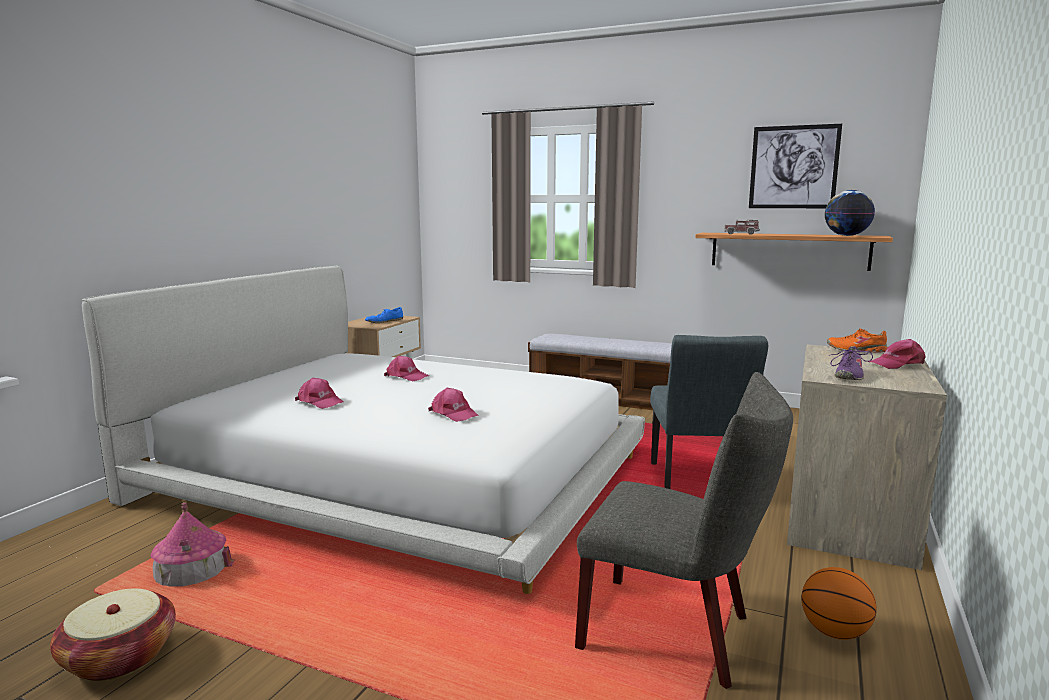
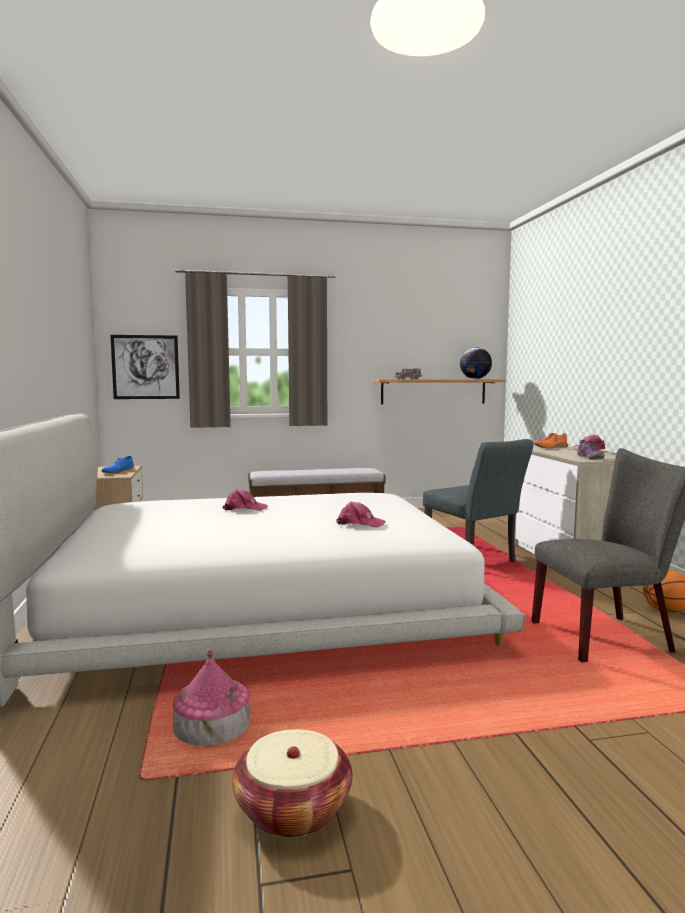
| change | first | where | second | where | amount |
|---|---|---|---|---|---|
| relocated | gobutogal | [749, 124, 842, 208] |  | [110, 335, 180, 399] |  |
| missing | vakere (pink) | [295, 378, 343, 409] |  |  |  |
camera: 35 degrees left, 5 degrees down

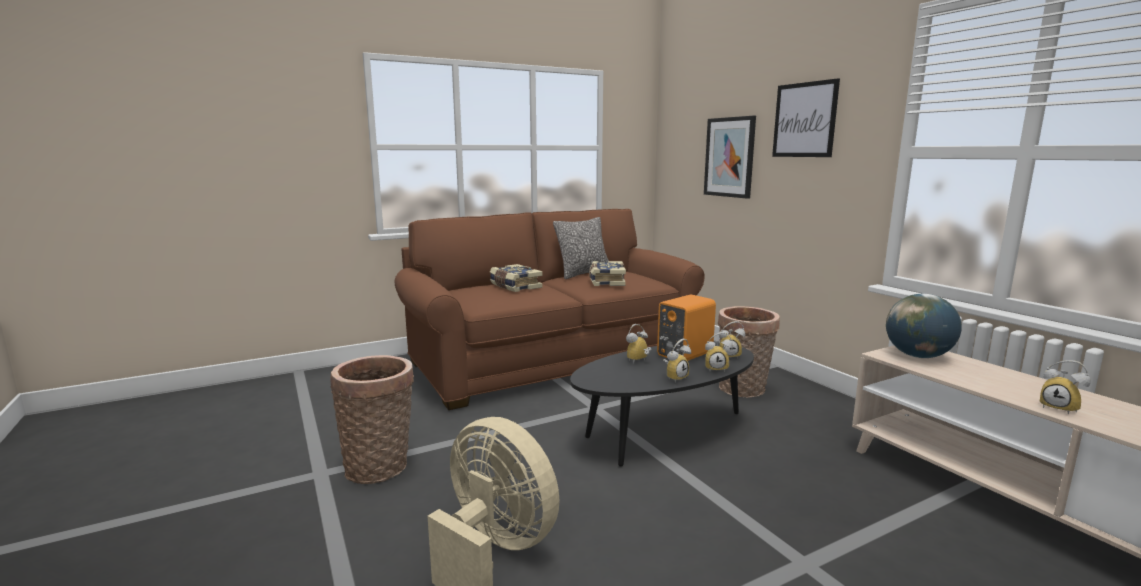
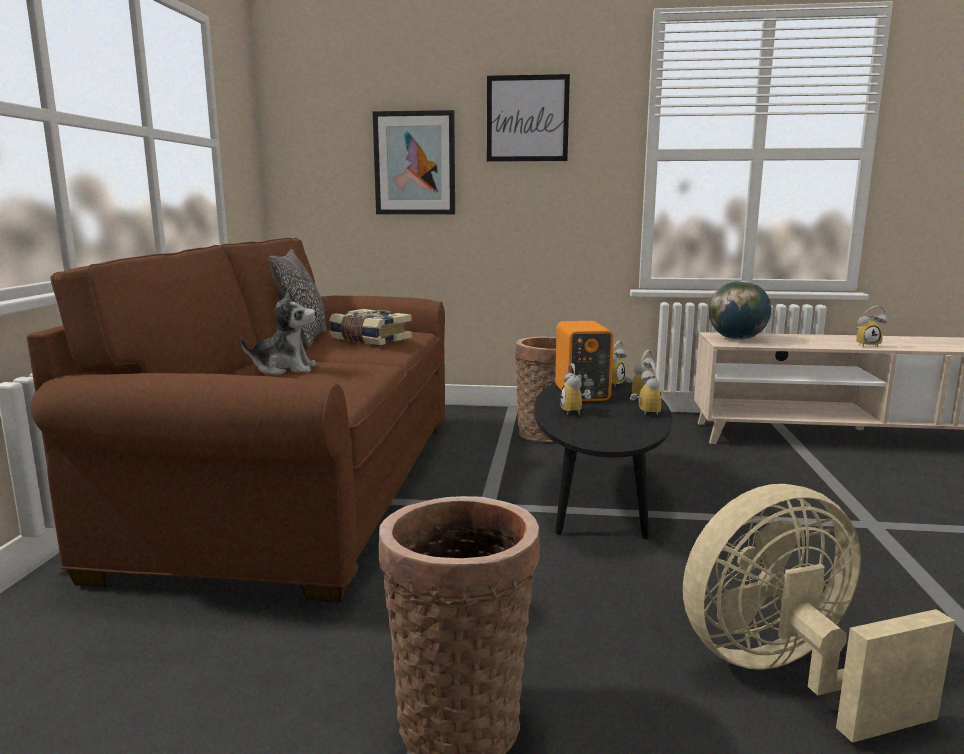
| change | first | where | second | where | amount |
|---|---|---|---|---|---|
| exchanged | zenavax | [490, 264, 543, 292] | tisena | [240, 288, 316, 375] |  |
camera: 55 degrees left, 0 degrees up

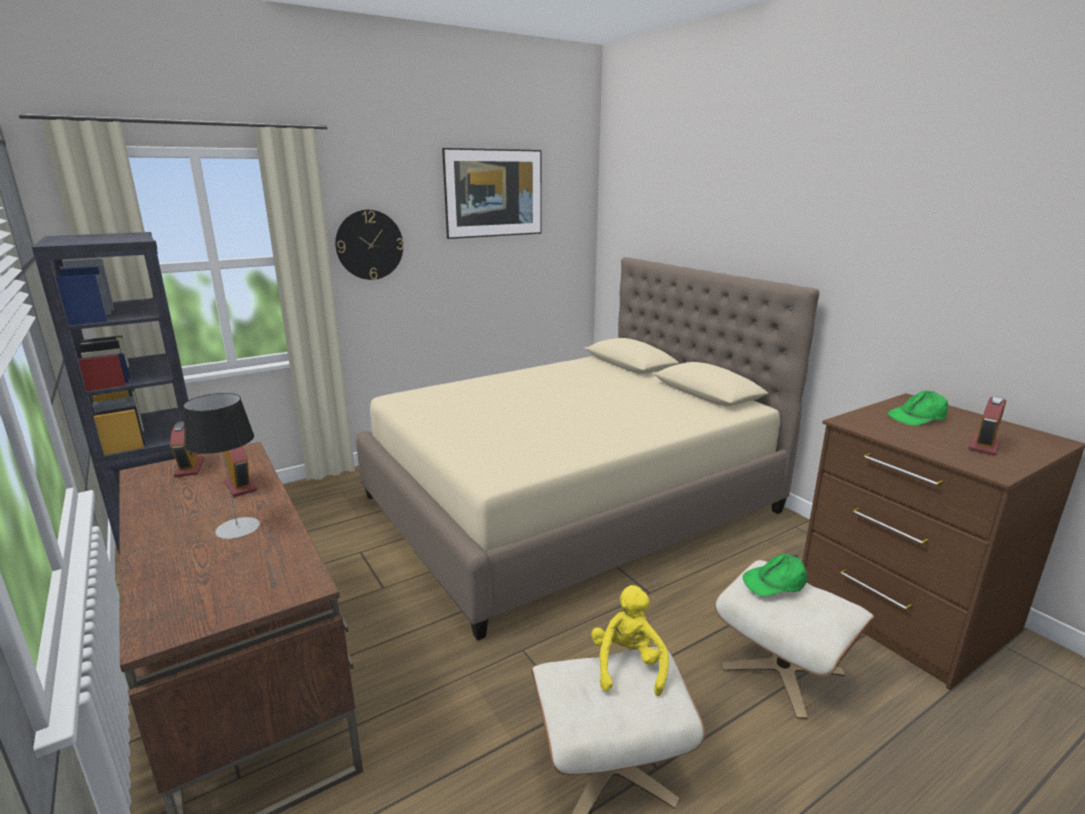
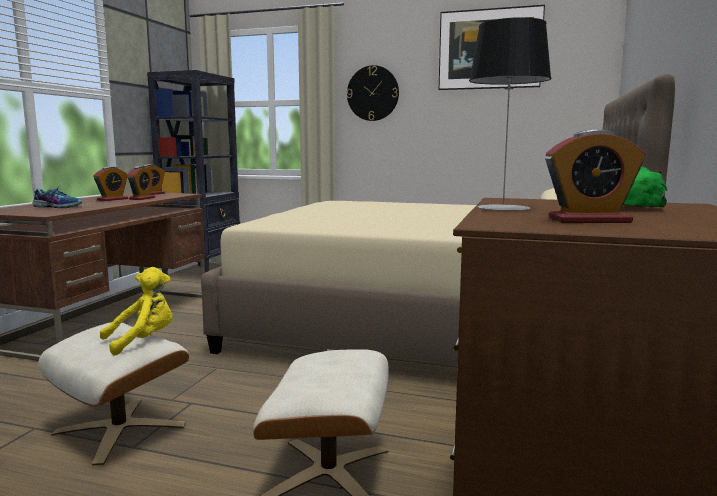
| change | first | where | second | where | amount |
|---|---|---|---|---|---|
| appeared |  |  | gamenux | [33, 186, 82, 208] |  |
| appeared |  |  | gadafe | [93, 167, 128, 201] |  |
| relocated | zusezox | [183, 393, 260, 539] |  | [469, 17, 552, 211] |  |
| missing | vakere (green) | [743, 554, 808, 597] |  |  |  |
camera: 50 degrees right, 10 degrees down

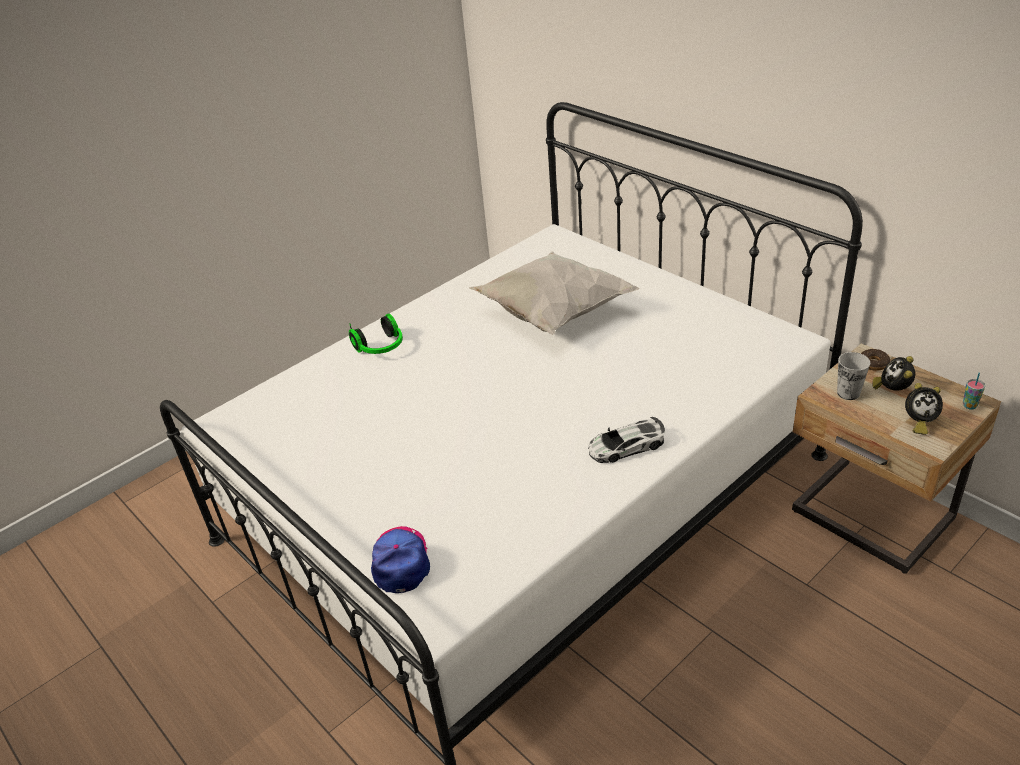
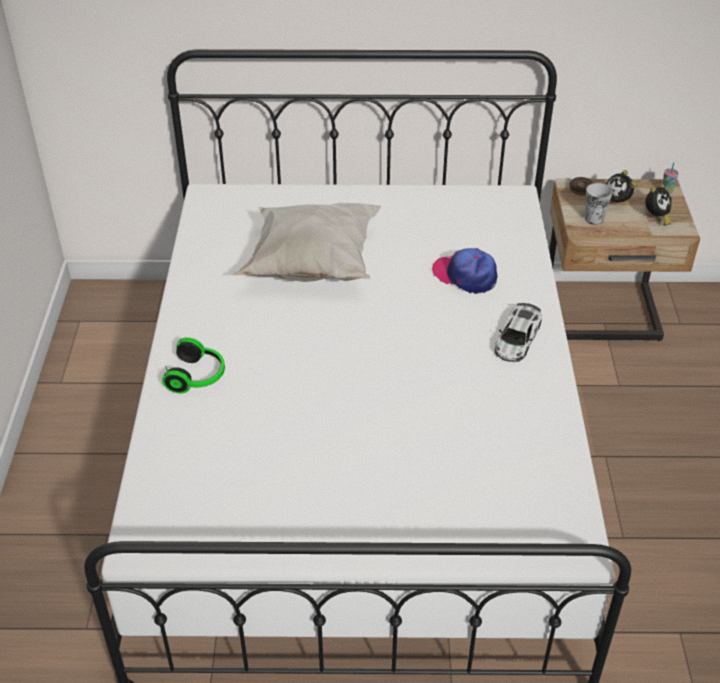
| change | first | where | second | where | amount |
|---|---|---|---|---|---|
| relocated | vakere | [371, 526, 430, 593] |  | [432, 248, 497, 294] |  |
camera: 50 degrees left, 5 degrees up

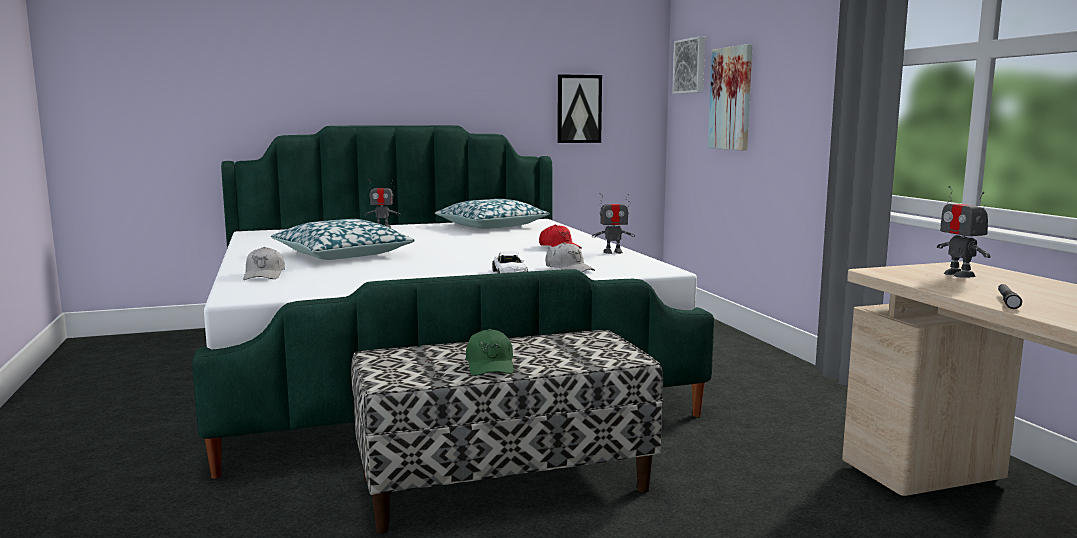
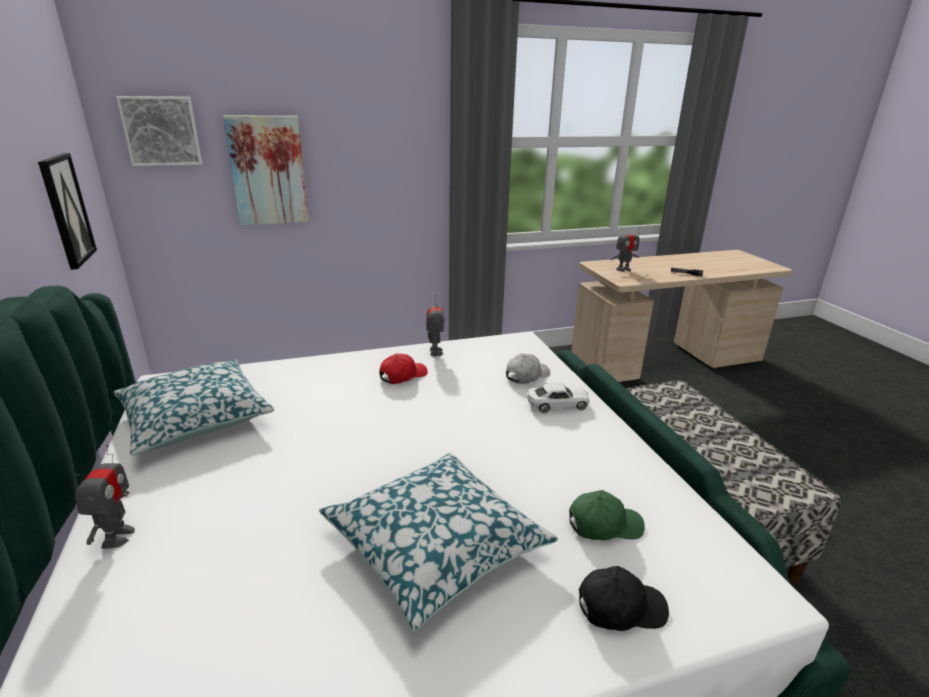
| change | first | where | second | where | amount |
|---|---|---|---|---|---|
| relocated | vakere (green) | [466, 329, 514, 376] |  | [569, 490, 645, 541] |  |
| colour | vakere (white) | [243, 247, 285, 280] | vakere (black) | [579, 566, 669, 631] |  |
camera: 90 degrees left, 15 degrees up

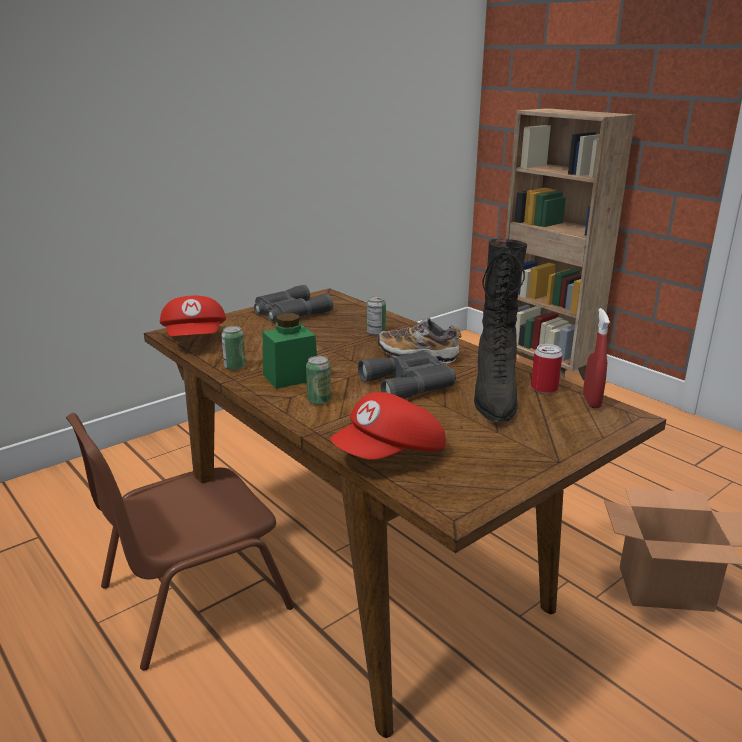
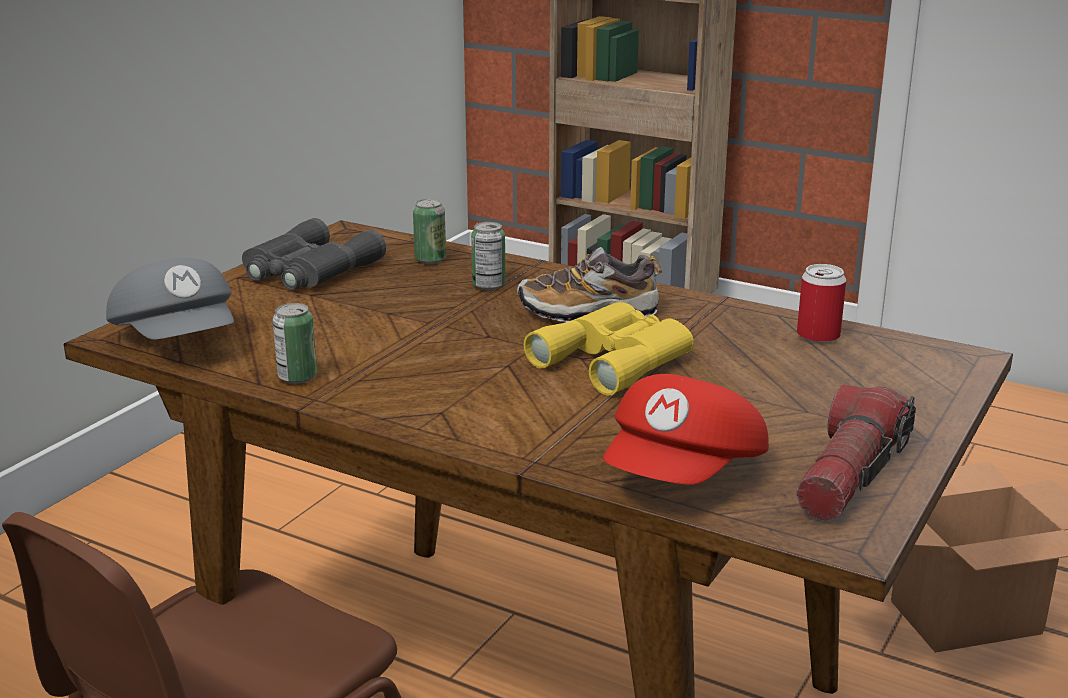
| change | first | where | second | where | amount |
|---|---|---|---|---|---|
| colour | vakere (red) | [160, 296, 226, 336] | vakere (grey) | [106, 258, 234, 340] |  |
| relocated | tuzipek | [306, 356, 331, 405] |  | [413, 199, 446, 264] |  |
| colour | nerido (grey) | [358, 351, 456, 399] | nerido (yellow) | [524, 302, 694, 396] |  |
| appeared |  |  | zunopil | [796, 384, 916, 520] |  |
| missing | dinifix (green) | [263, 313, 317, 389] |  |  |  |
| missing | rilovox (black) | [474, 239, 527, 422] |  |  |  |
| missing | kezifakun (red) | [583, 308, 610, 408] |  |  |  |
camera: 20 degrees left, 0 degrees up

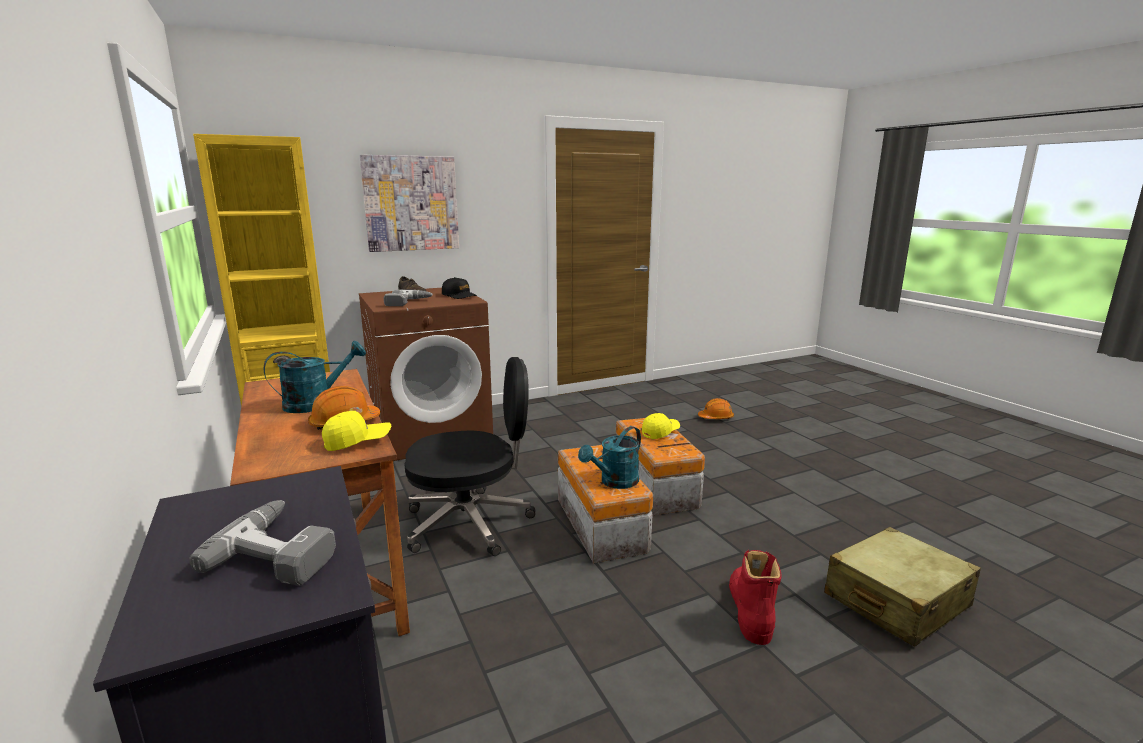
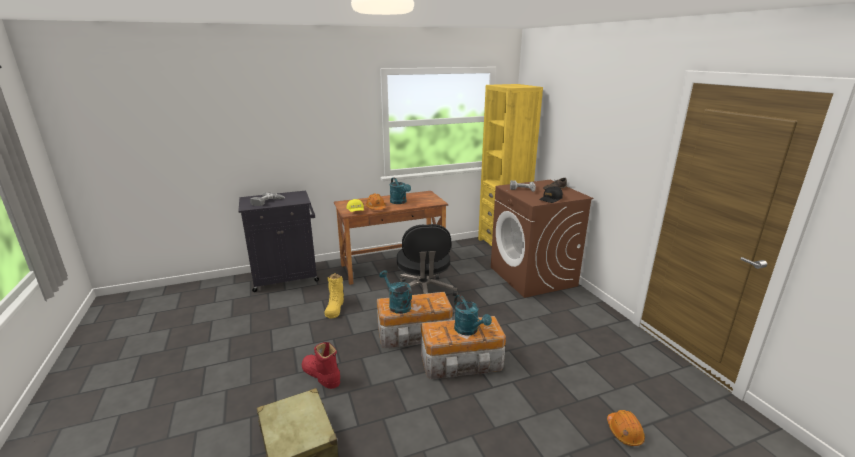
| change | first | where | second | where | amount |
|---|---|---|---|---|---|
| spun | rilovox (red) | [729, 550, 781, 645] |  | [302, 342, 340, 389] | 150 degrees counterclockwise |
| appeared |  |  | rilovox (yellow) | [324, 273, 344, 318] |  |
| exchanged | vakere (yellow) | [642, 413, 680, 439] | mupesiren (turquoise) | [454, 295, 492, 336] |  |
| missing | gobutogal | [359, 155, 459, 252] |  |  |  |
camera: 95 degrees right, 5 degrees up

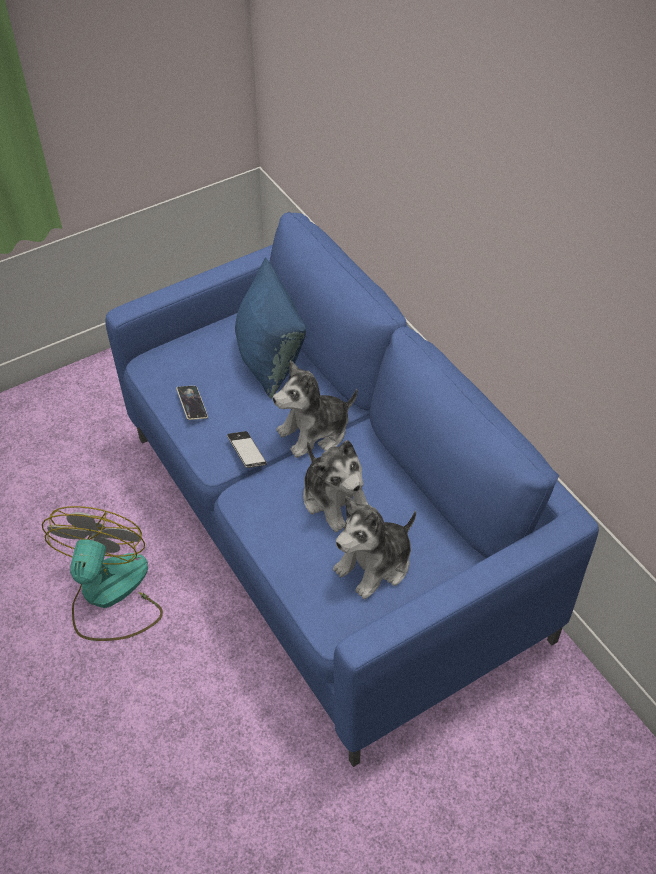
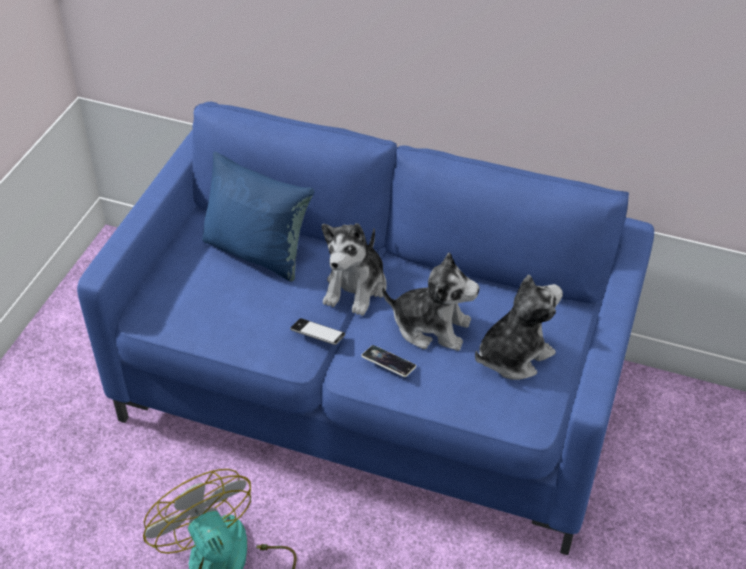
| change | first | where | second | where | amount |
|---|---|---|---|---|---|
| relocated | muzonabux | [176, 386, 208, 420] |  | [361, 345, 416, 377] |  |
| spun | tisena | [333, 496, 416, 599] |  | [475, 275, 563, 380] | 135 degrees counterclockwise |
camera: 40 degrees left, 5 degrees down

